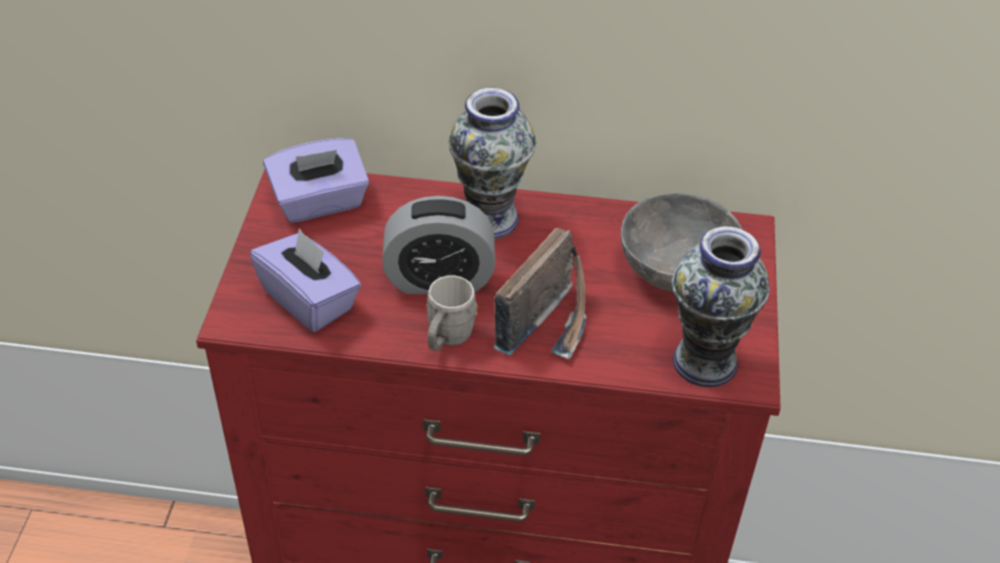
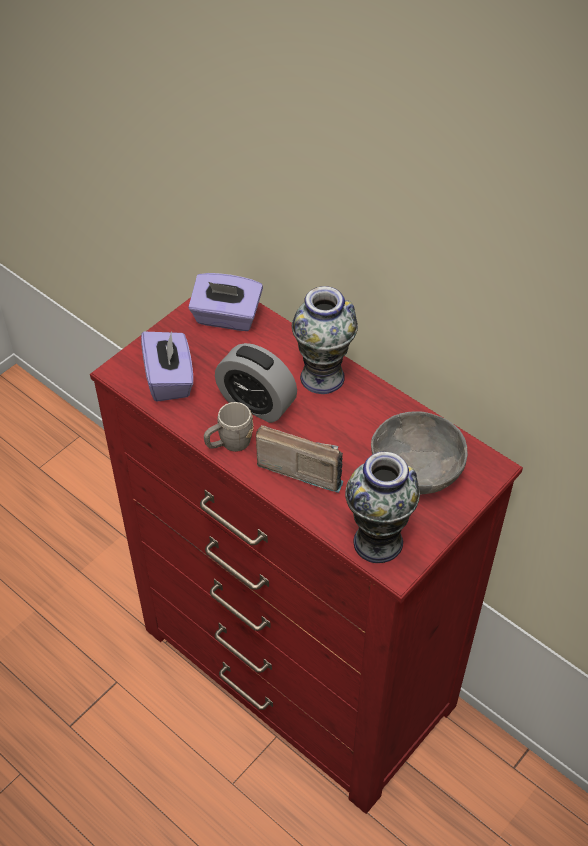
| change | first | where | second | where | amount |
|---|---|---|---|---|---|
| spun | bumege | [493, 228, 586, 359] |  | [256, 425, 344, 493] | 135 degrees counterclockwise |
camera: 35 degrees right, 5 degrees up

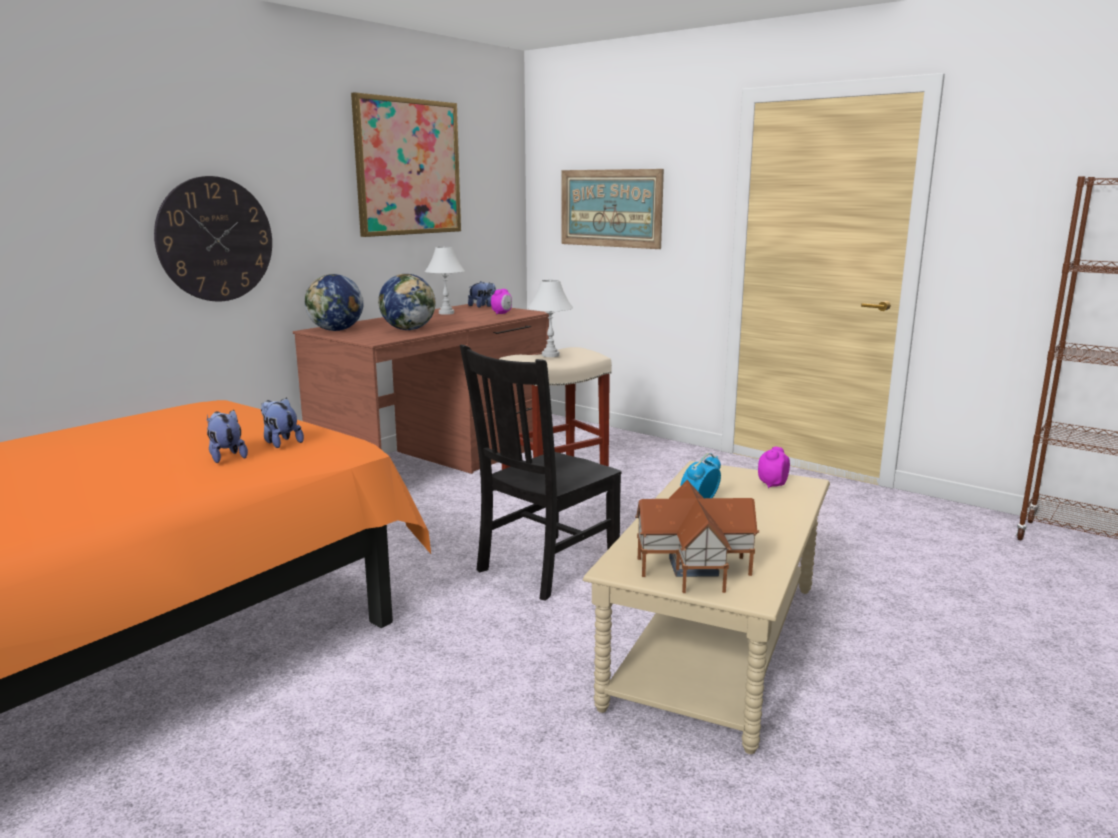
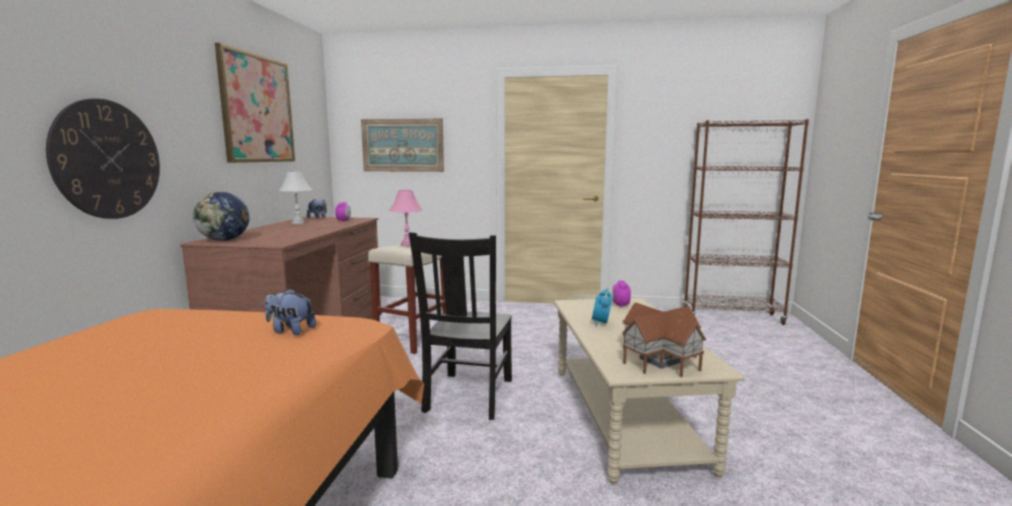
| change | first | where | second | where | amount |
|---|---|---|---|---|---|
| colour | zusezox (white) | [528, 280, 573, 357] | zusezox (pink) | [389, 190, 423, 246] |  |
| missing | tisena | [207, 410, 248, 463] |  |  |  |
| missing | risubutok | [378, 274, 436, 330] |  |  |  |
camera: 30 degrees left, 5 degrees down

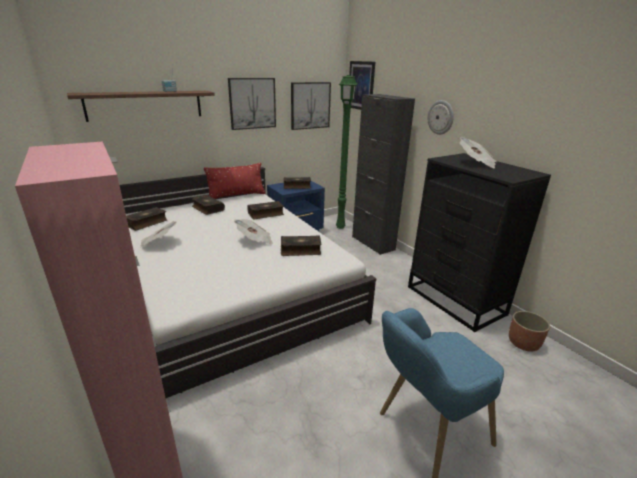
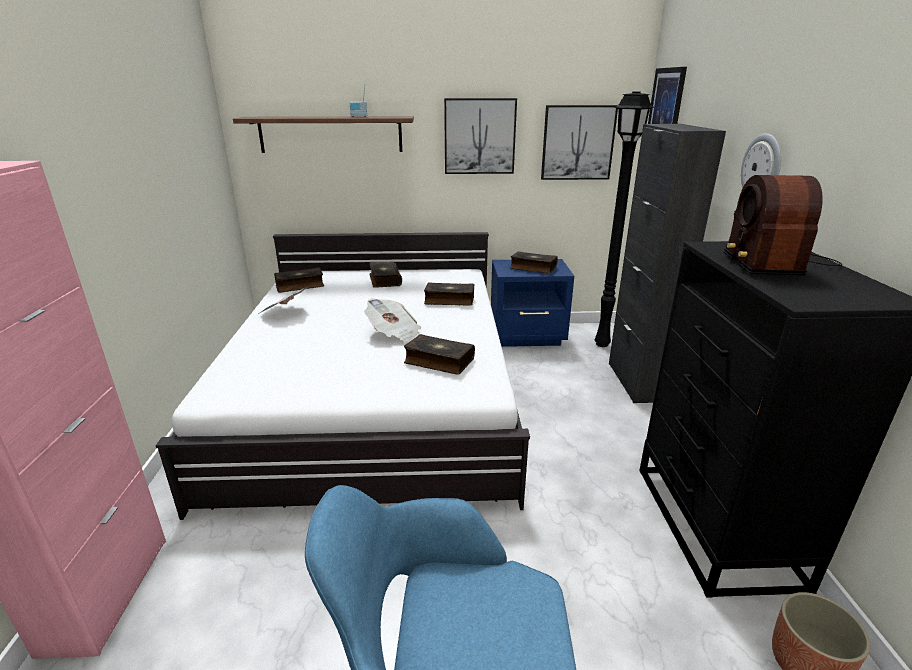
| change | first | where | second | where | amount |
|---|---|---|---|---|---|
| colour | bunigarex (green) | [336, 75, 358, 229] | bunigarex (black) | [595, 92, 654, 347] |  |
| exchanged | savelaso | [460, 137, 496, 168] | bumege | [723, 175, 842, 276] |  |
| missing | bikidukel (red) | [204, 163, 265, 199] |  |  |  |
camera: 30 degrees right, 0 degrees up

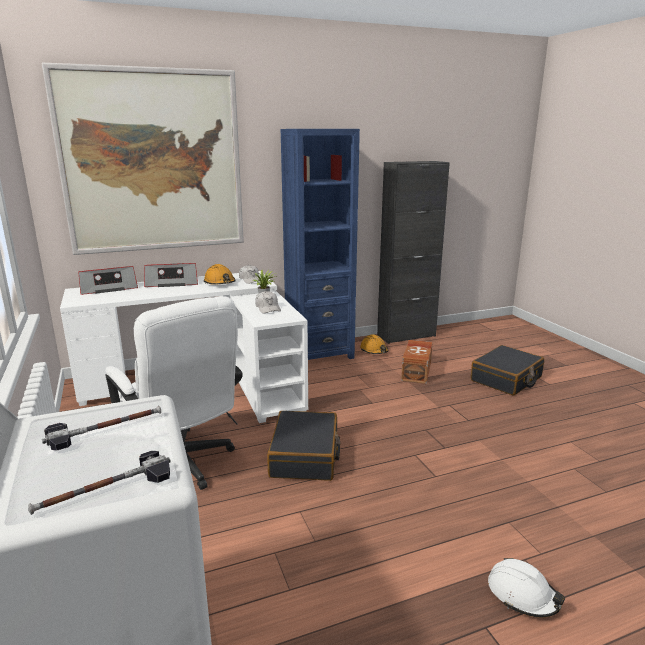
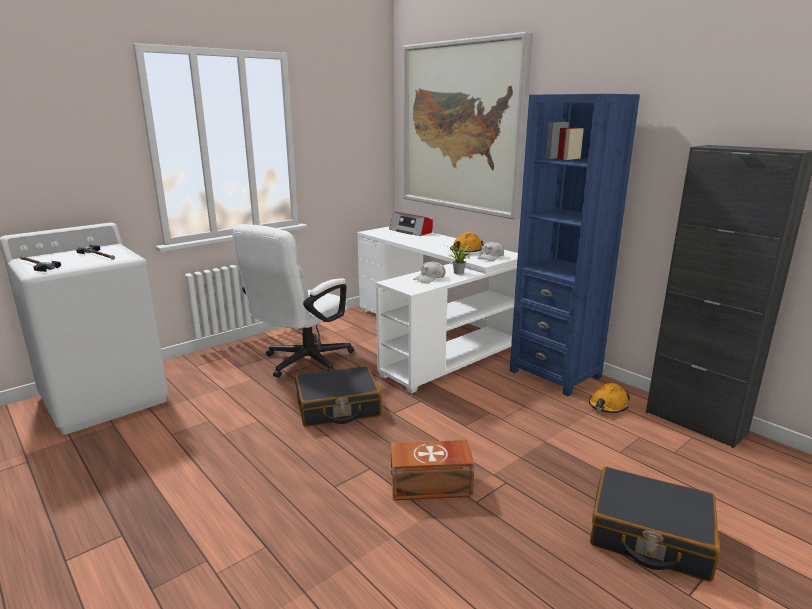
| change | first | where | second | where | amount |
|---|---|---|---|---|---|
| relocated | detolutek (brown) | [401, 340, 433, 384] |  | [391, 440, 475, 501] |  |
| missing | bumege | [144, 263, 198, 287] |  |  |  |
| missing | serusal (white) | [488, 558, 566, 617] |  |  |  |
camera: 70 degrees right, 0 degrees up

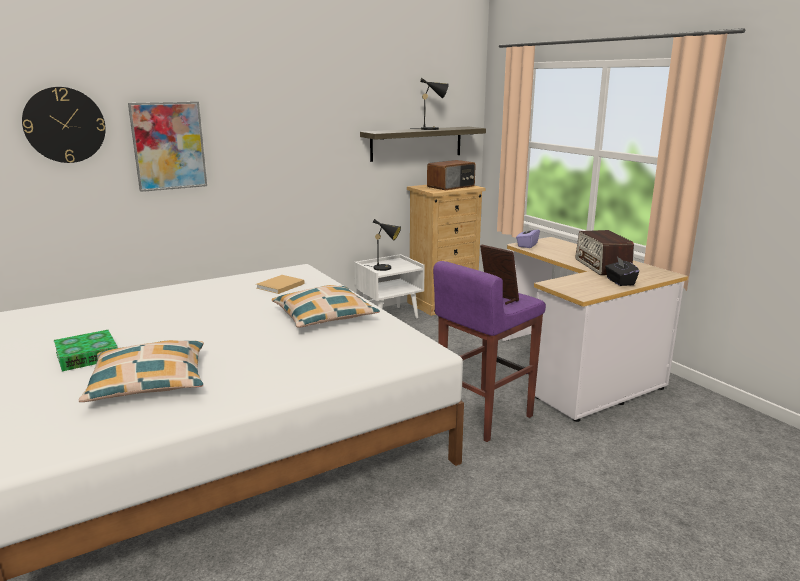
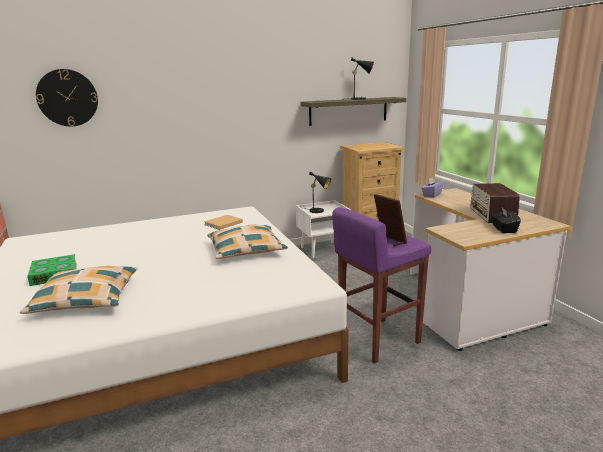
| change | first | where | second | where | amount |
|---|---|---|---|---|---|
| missing | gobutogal | [128, 102, 207, 192] |  |  |  |
| missing | bumege | [427, 160, 476, 190] |  |  |  |
camera: 10 degrees right, 0 degrees up

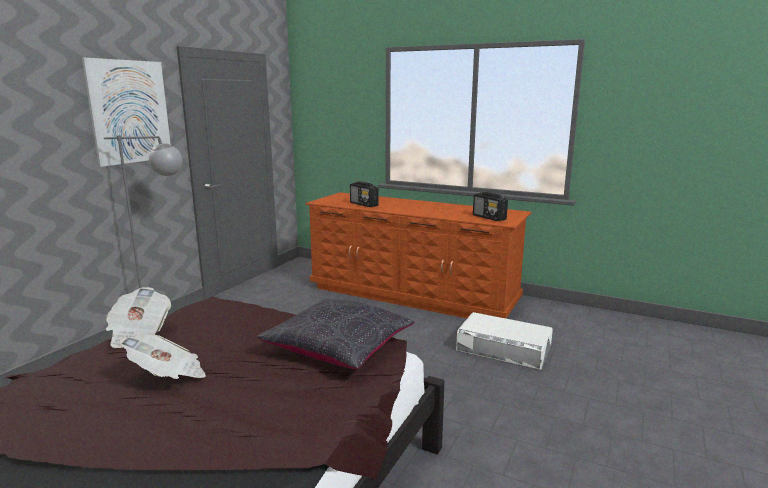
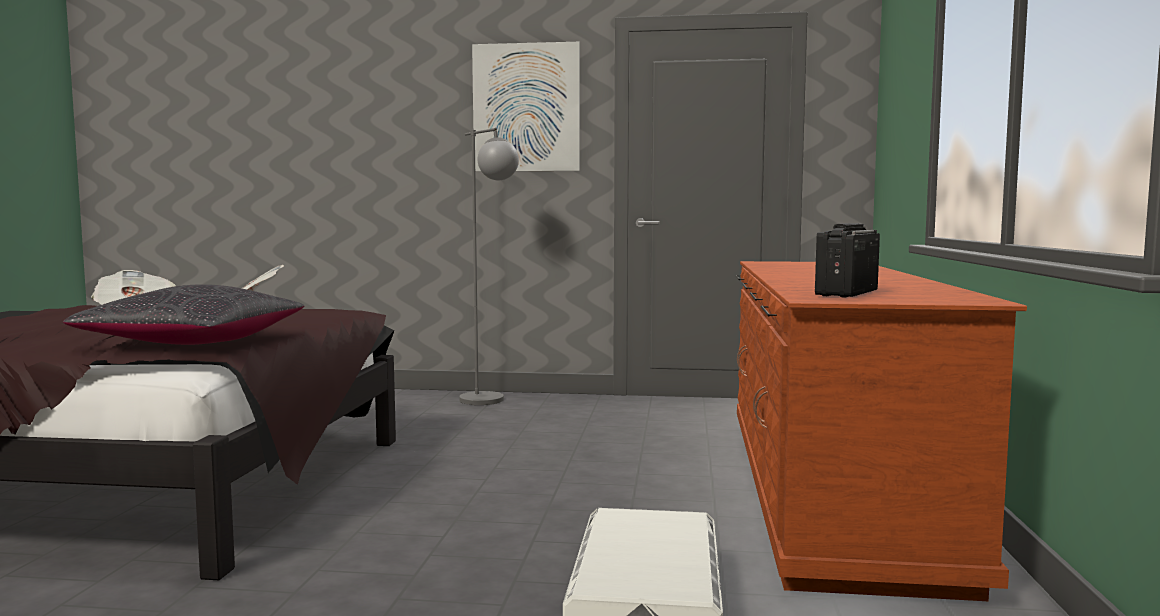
| change | first | where | second | where | amount |
|---|---|---|---|---|---|
| missing | bumege | [350, 181, 379, 207] |  |  |  |
camera: 70 degrees right, 10 degrees down

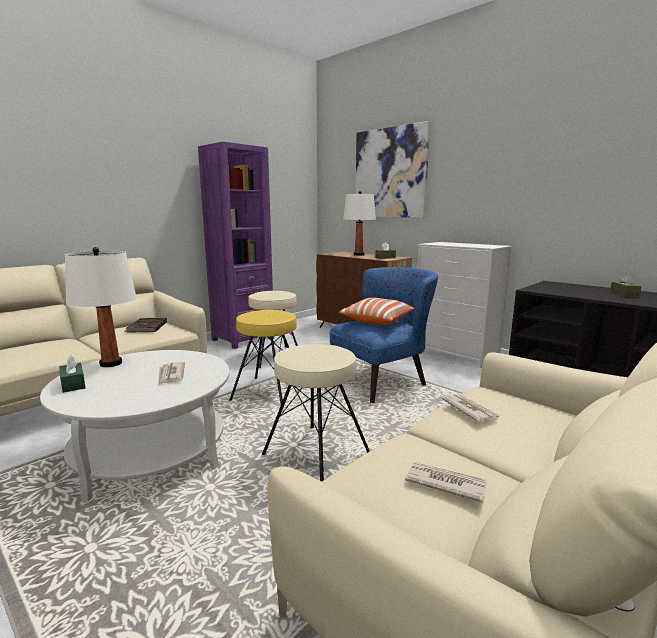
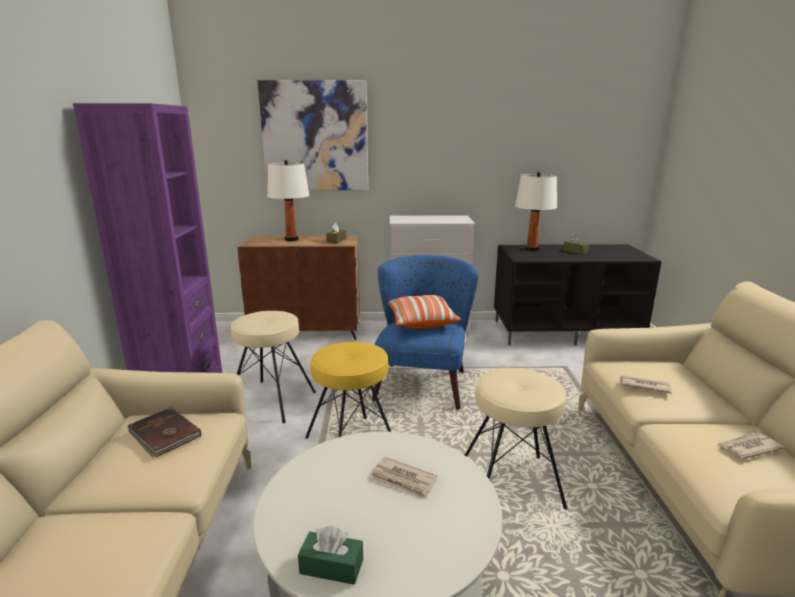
| change | first | where | second | where | amount |
|---|---|---|---|---|---|
| relocated | zusezox (white) | [65, 247, 137, 367] |  | [515, 172, 557, 251] |  |
camera: 45 degrees left, 5 degrees up

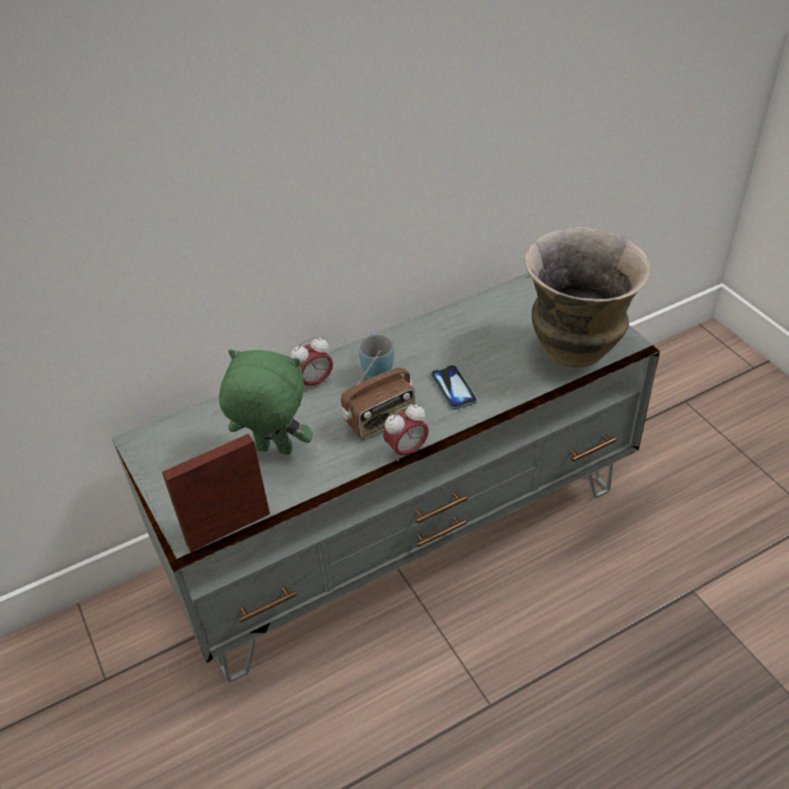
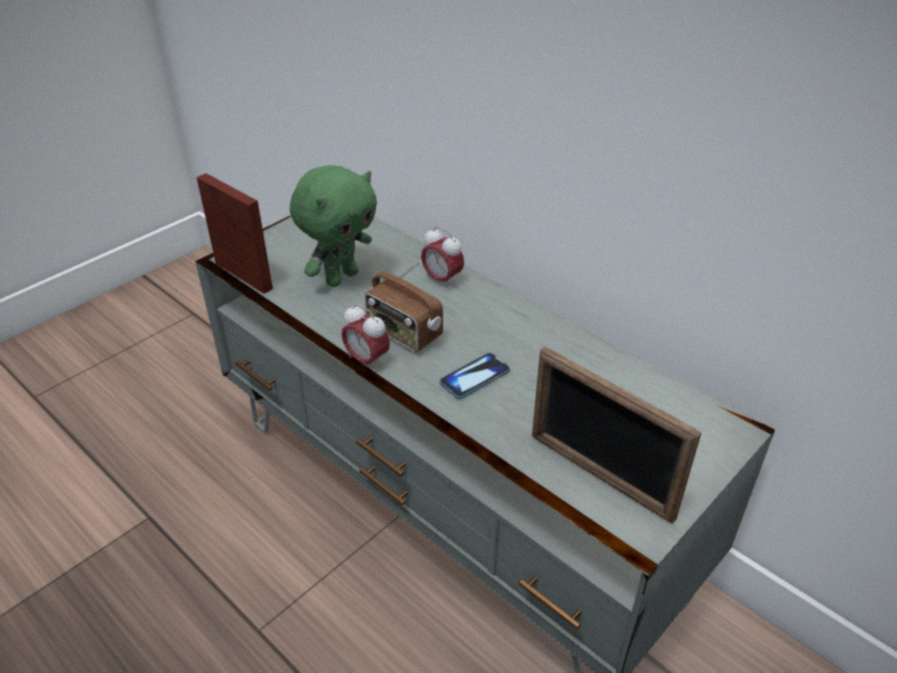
| change | first | where | second | where | amount |
|---|---|---|---|---|---|
| spun | tisena (green) | [219, 349, 313, 455] |  | [290, 165, 377, 287] | 45 degrees clockwise |
| exchanged | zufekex | [524, 227, 651, 368] | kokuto | [532, 346, 702, 524] |  |
| missing | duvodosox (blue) | [358, 330, 394, 379] |  |  |  |
camera: 70 degrees right, 5 degrees down

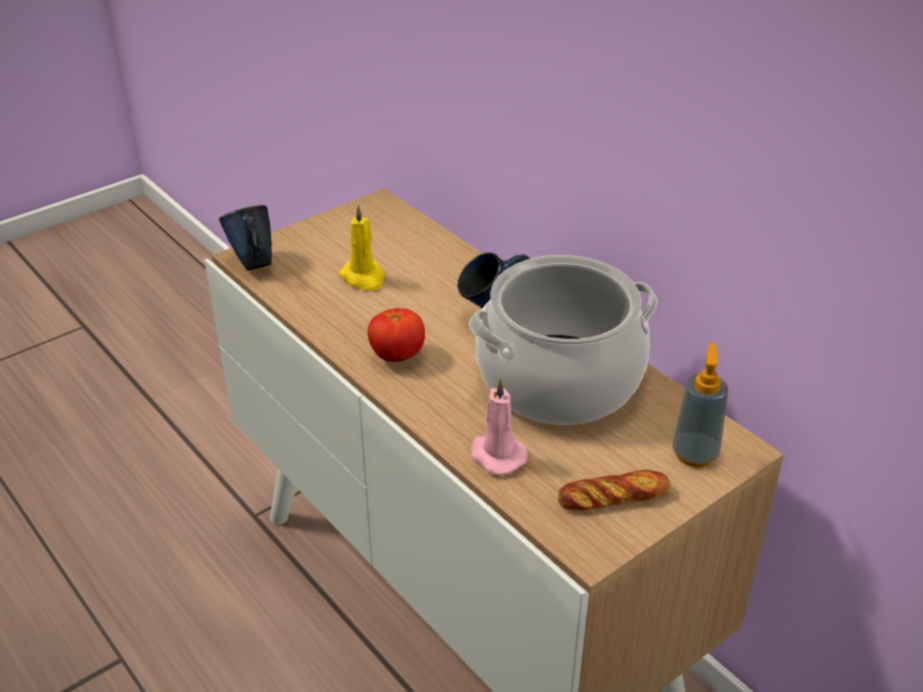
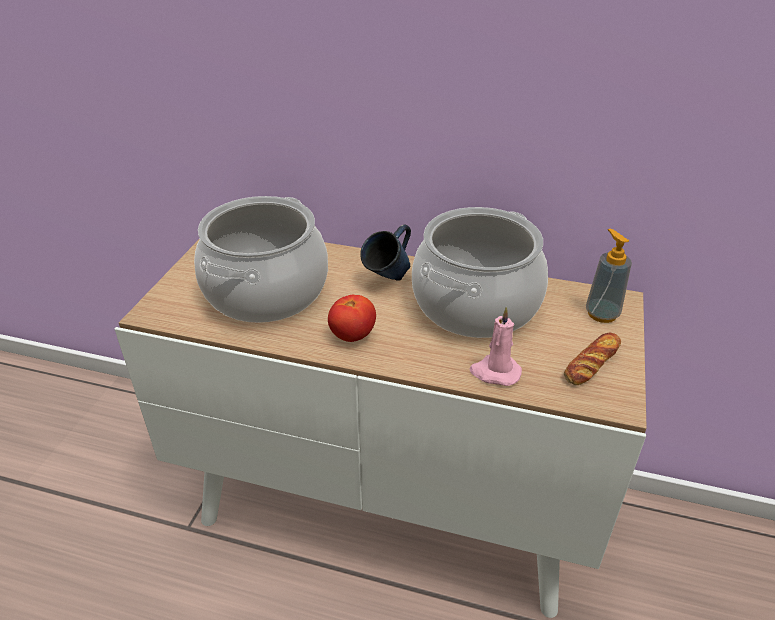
| change | first | where | second | where | amount |
|---|---|---|---|---|---|
| exchanged | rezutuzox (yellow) | [339, 204, 385, 291] | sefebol | [194, 196, 328, 323] |  |
| missing | duvodosox (blue) | [219, 205, 272, 271] |  |  |  |
camera: 35 degrees left, 0 degrees up

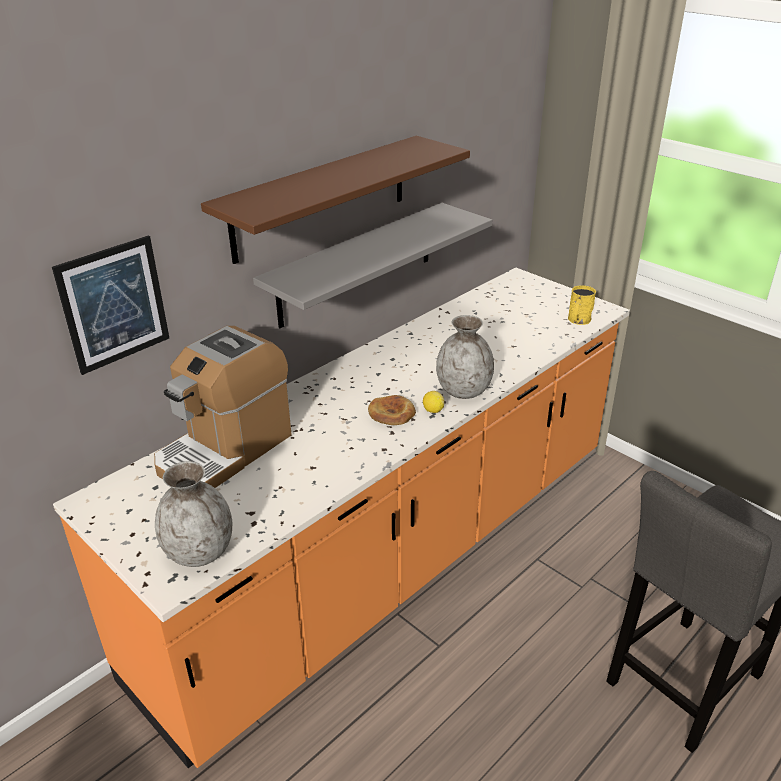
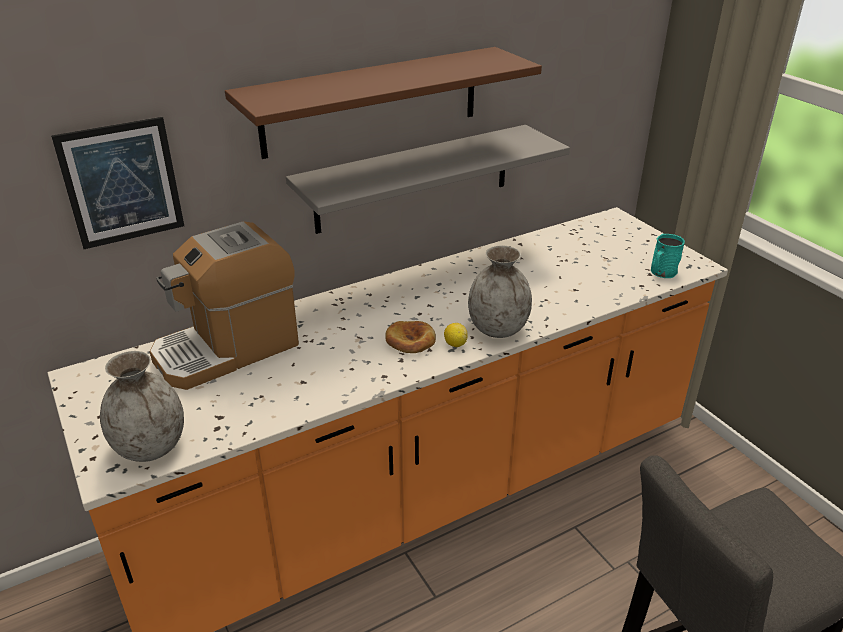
| change | first | where | second | where | amount |
|---|---|---|---|---|---|
| colour | duvodosox (yellow) | [568, 285, 596, 325] | duvodosox (turquoise) | [651, 234, 685, 278] |  |
camera: 15 degrees right, 0 degrees up

